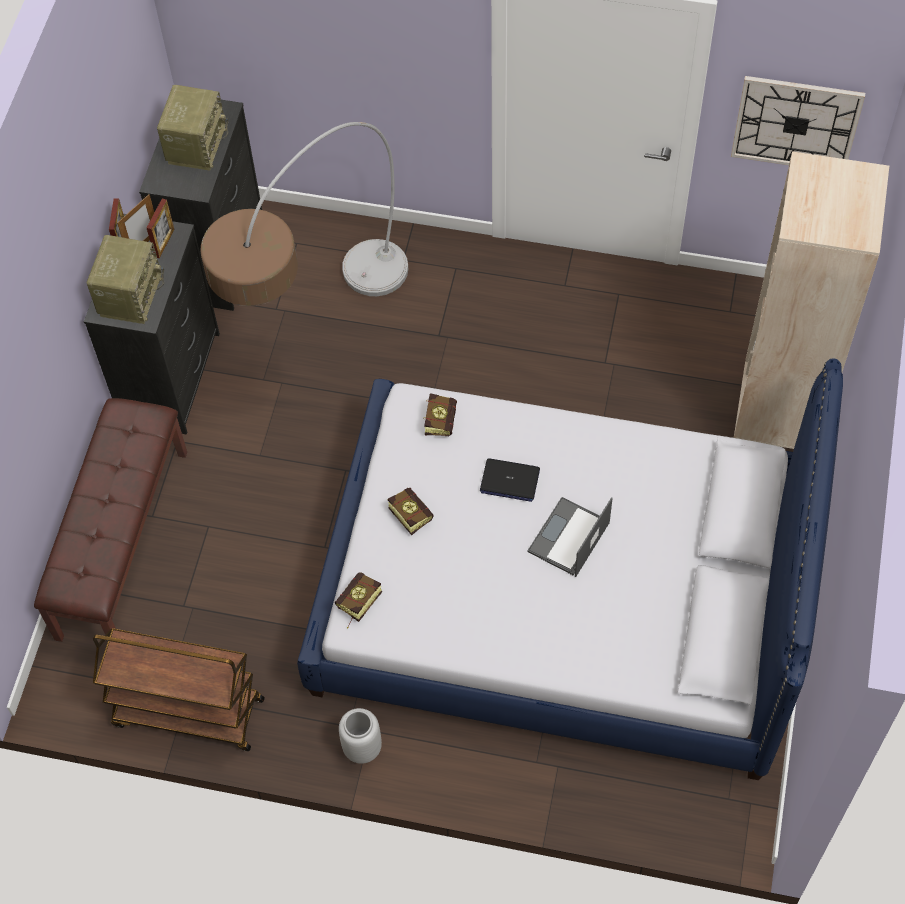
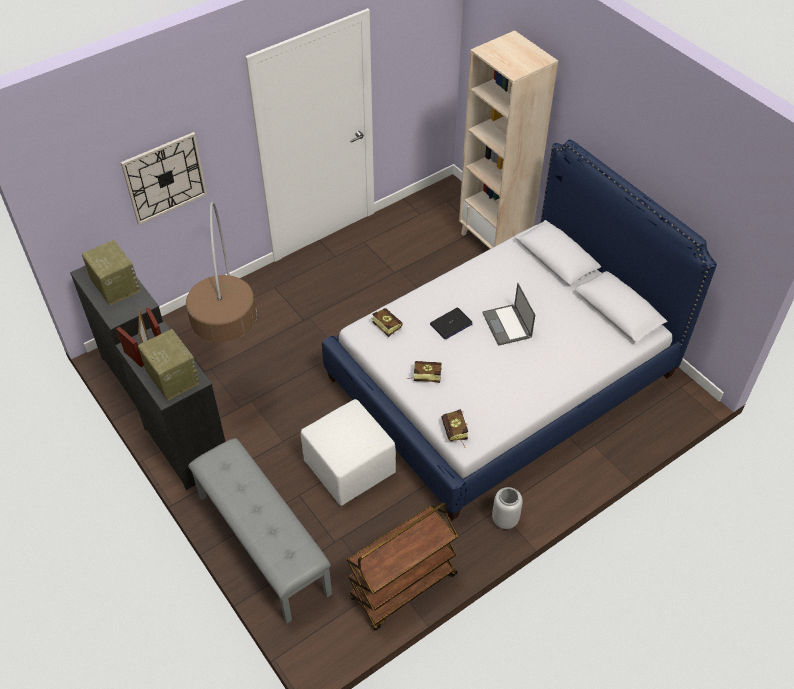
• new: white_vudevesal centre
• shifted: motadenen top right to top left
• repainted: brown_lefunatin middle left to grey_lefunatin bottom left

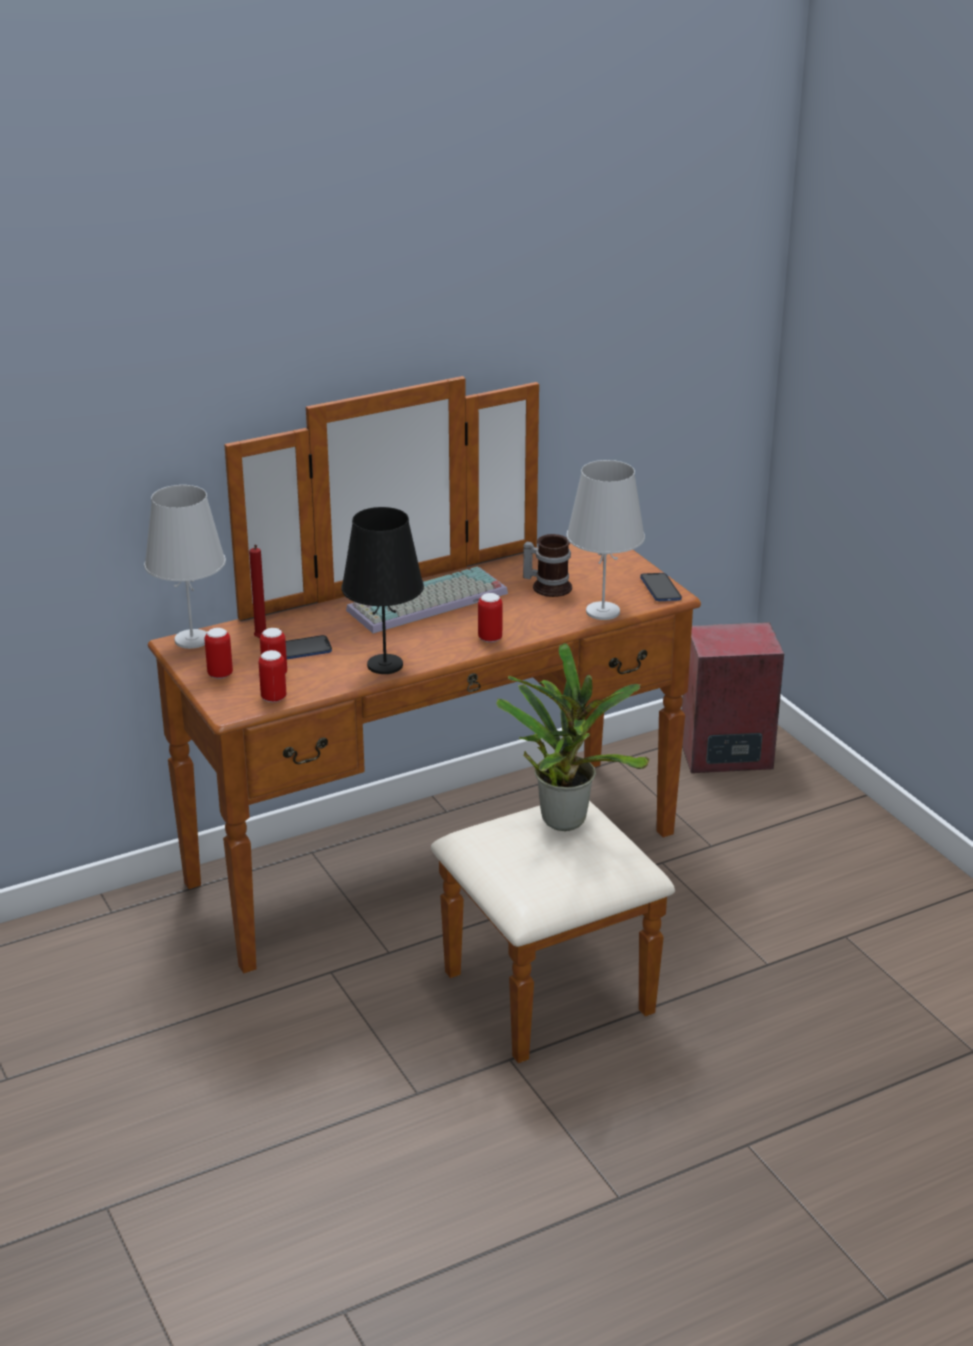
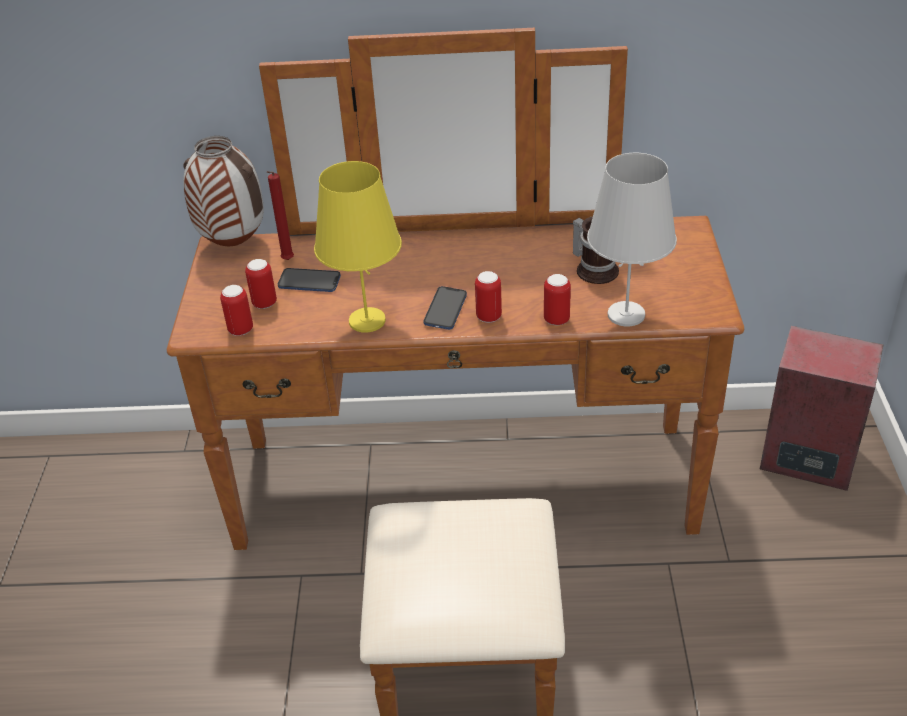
• gone: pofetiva centre
• gone: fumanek centre
• shifted: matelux (no. 1 from left in the first image) middle left to matelux (no. 4 from left) centre
• shifted: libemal (no. 2 from left) middle right to centre
• swapped: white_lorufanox (no. 1 from left) middle left to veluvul top left
• repainted: black_lorufanox centre to yellow_lorufanox centre

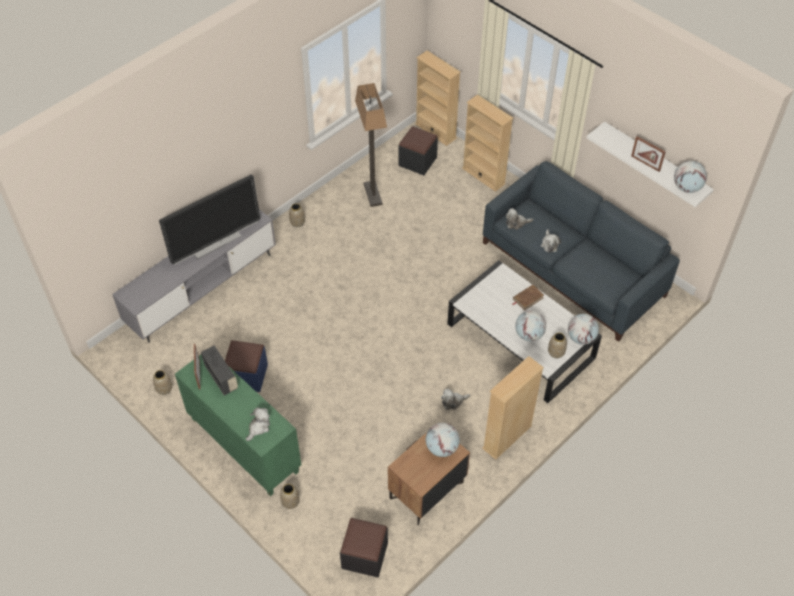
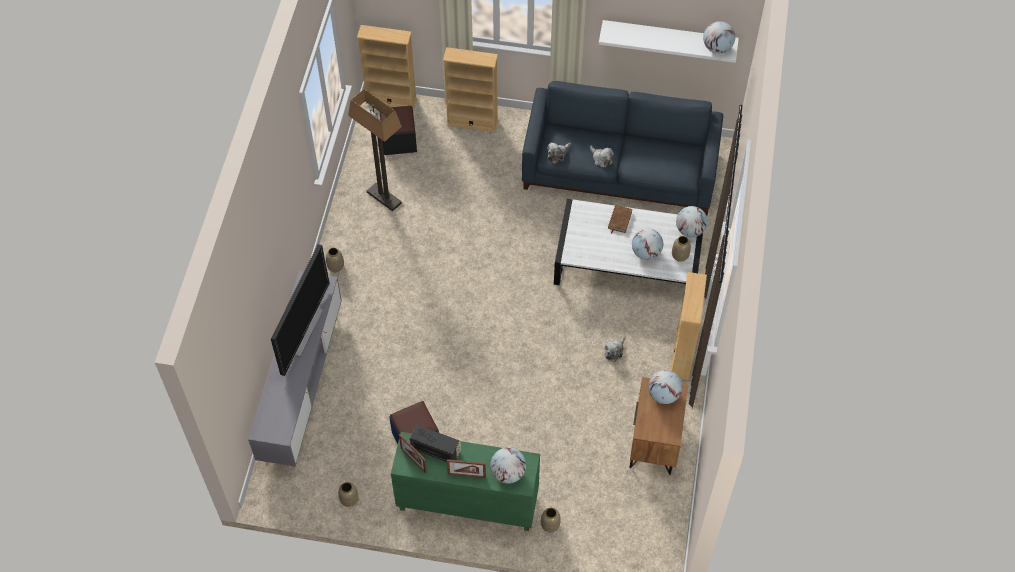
• gone: black_vudevesal (no. 1 from left) bottom centre
• shifted: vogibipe (no. 2 from left) top right to bottom centre
• swapped: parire (no. 1 from left) bottom left to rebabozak (no. 1 from left) bottom centre

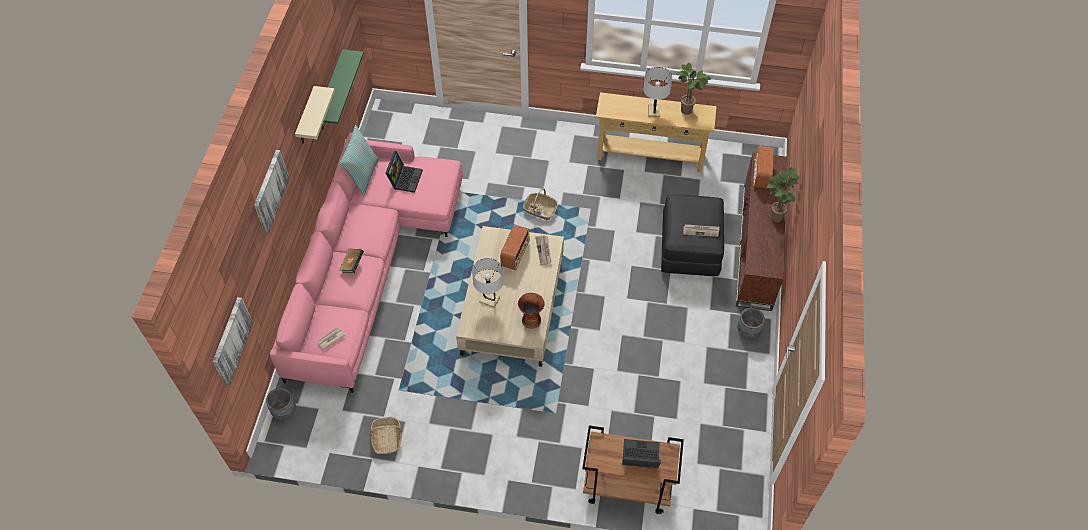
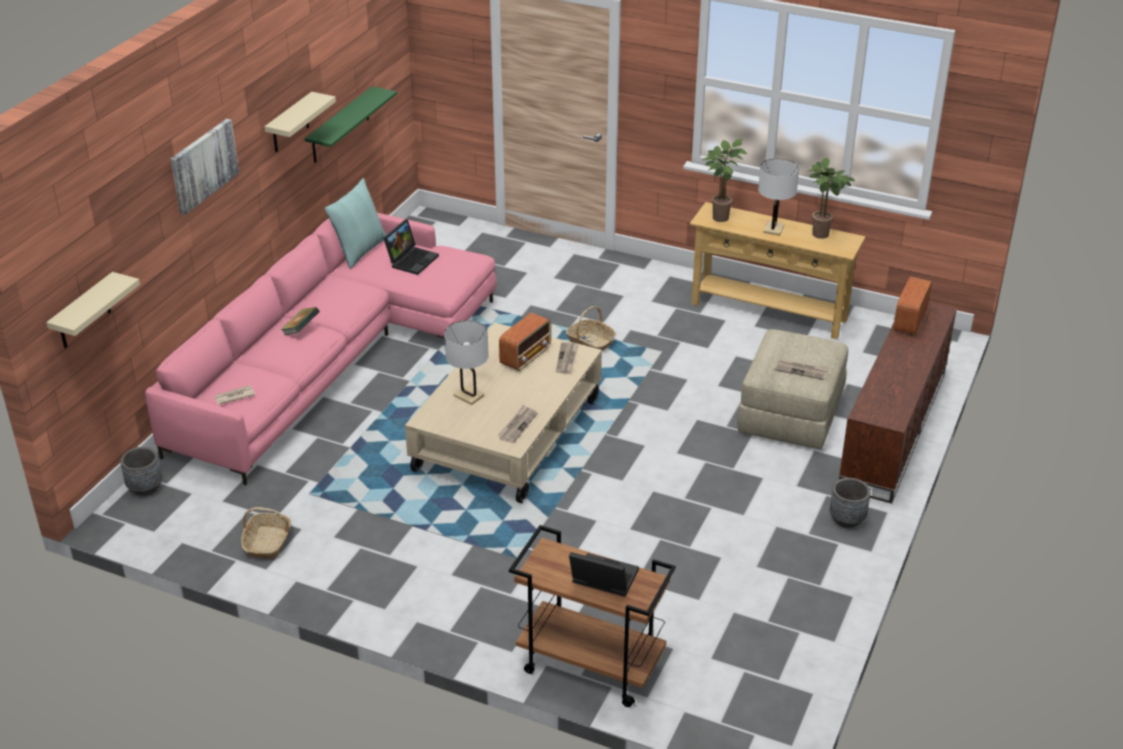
• shifted: fumanek (no. 2 from left in the first image) middle right to fumanek (no. 1 from left) top centre
• swapped: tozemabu (no. 1 from left) middle left to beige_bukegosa (no. 1 from left) middle left
• swapped: veluvul centre to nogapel (no. 2 from left) centre
• repainted: black_vudevesal centre to beige_vudevesal middle right

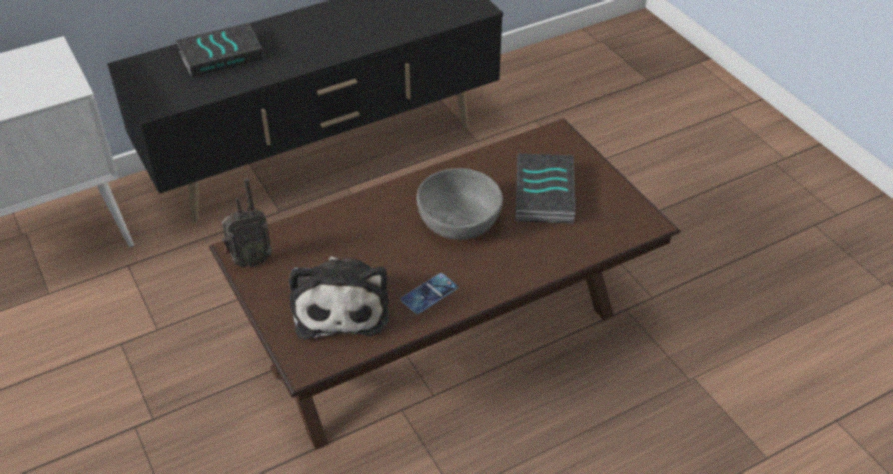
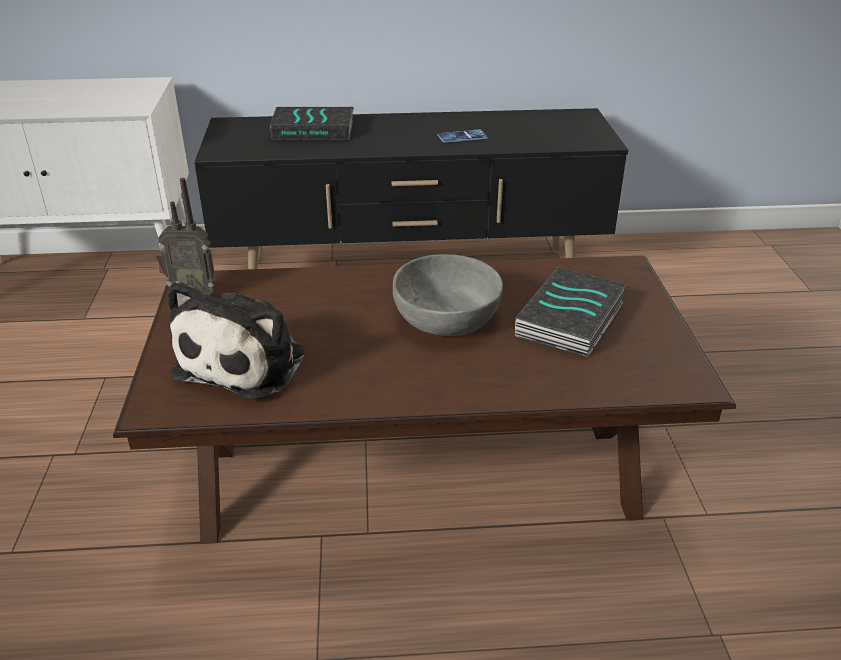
• shifted: libemal centre to top centre

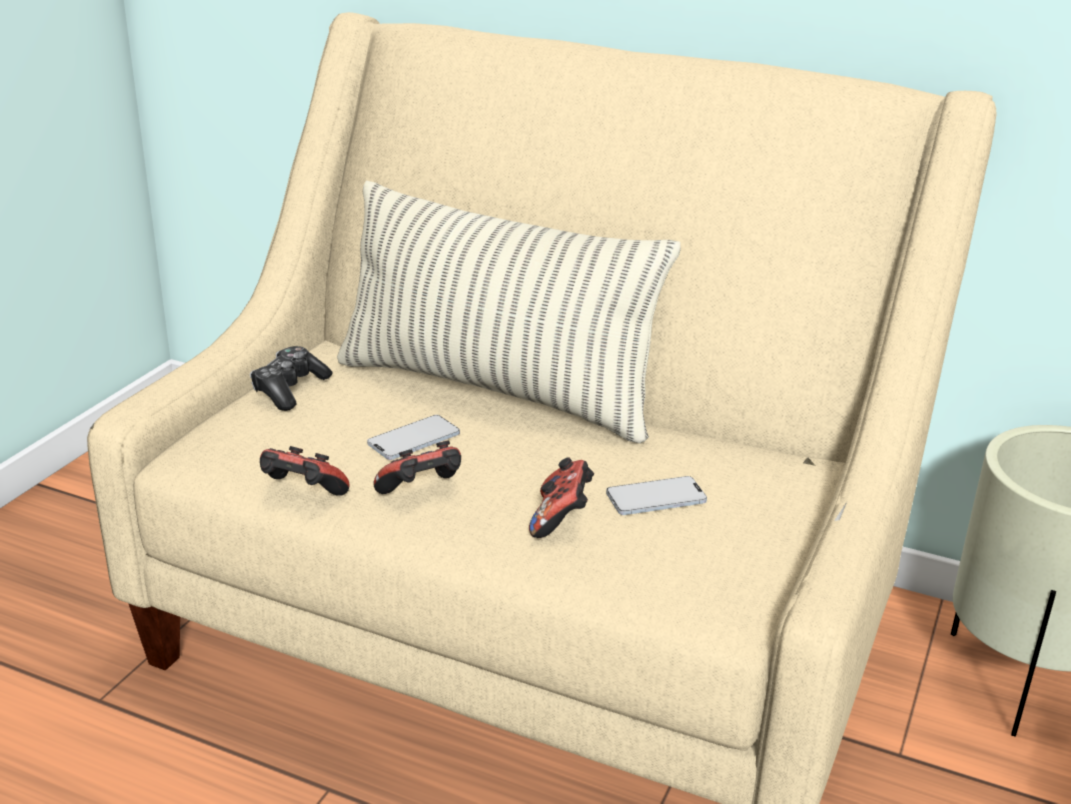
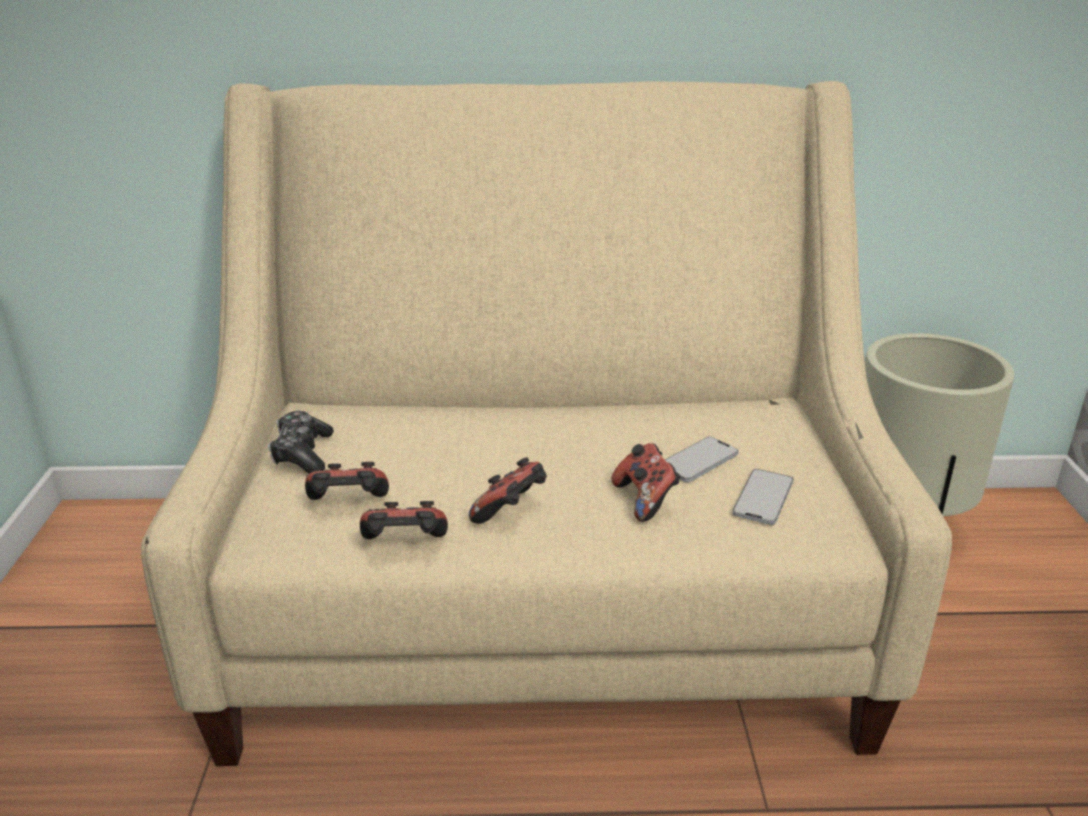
• gone: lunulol centre
• new: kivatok (no. 2 from left) middle left
• shifted: libemal (no. 1 from left in the first image) centre to libemal (no. 2 from left) middle right

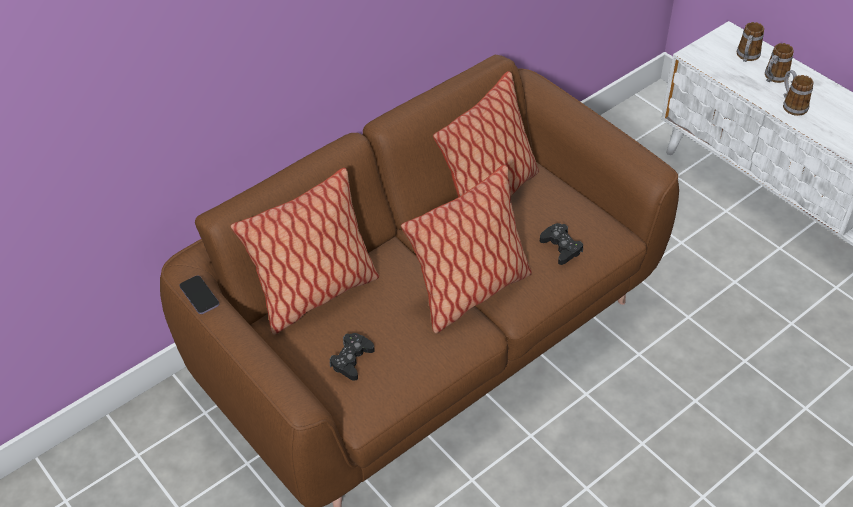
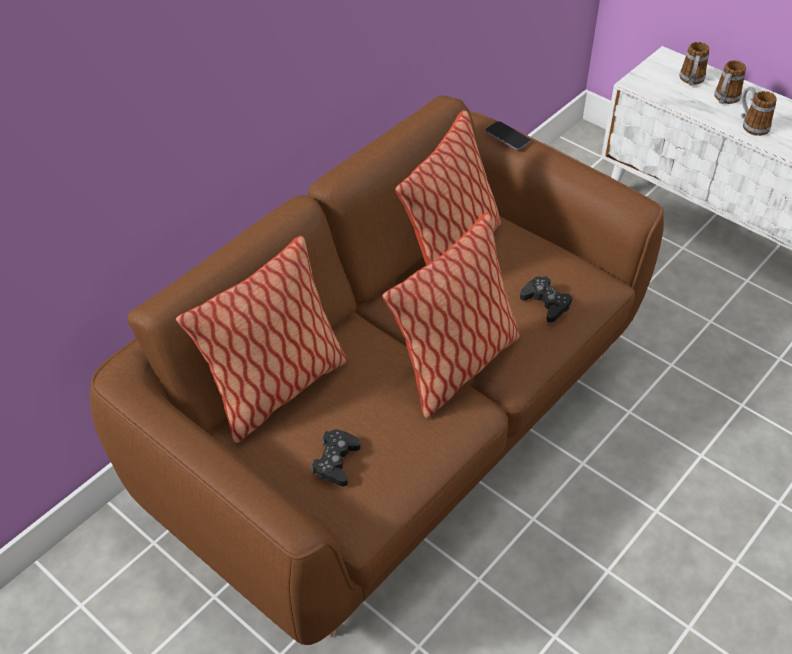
• shifted: libemal middle left to top centre

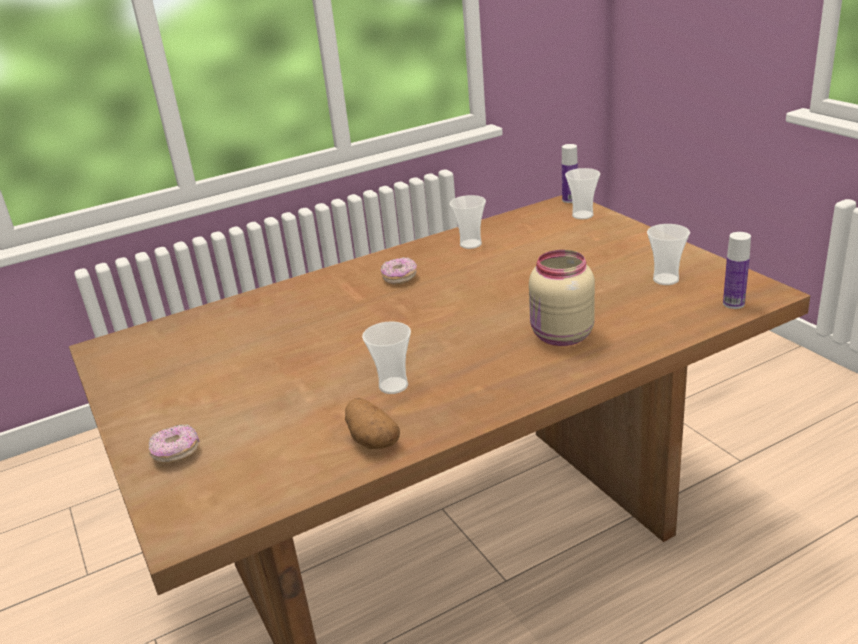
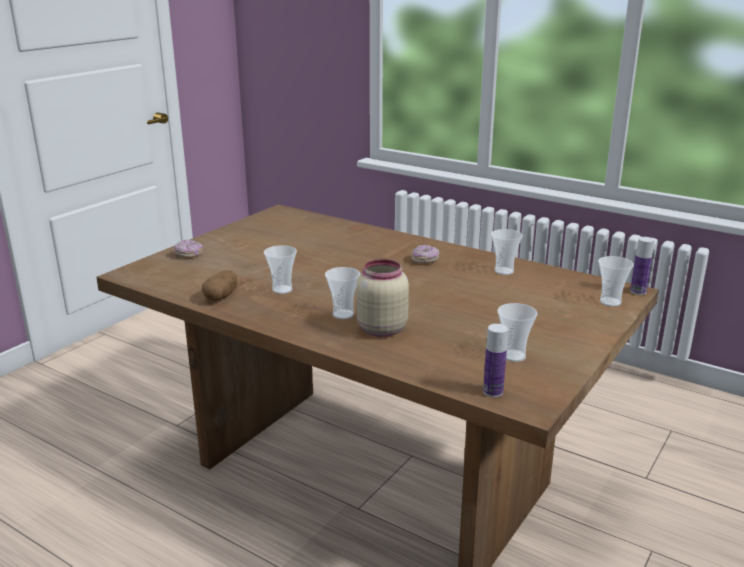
• new: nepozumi (no. 2 from left) centre

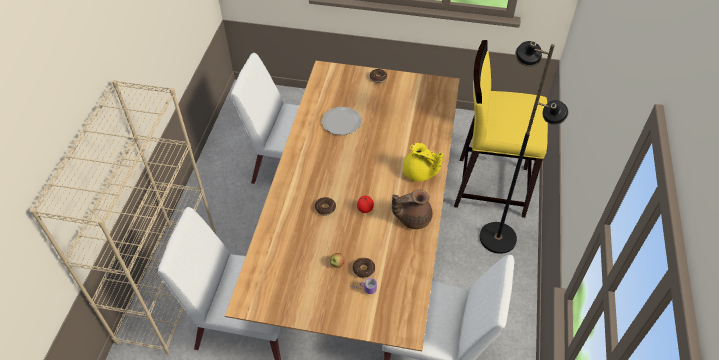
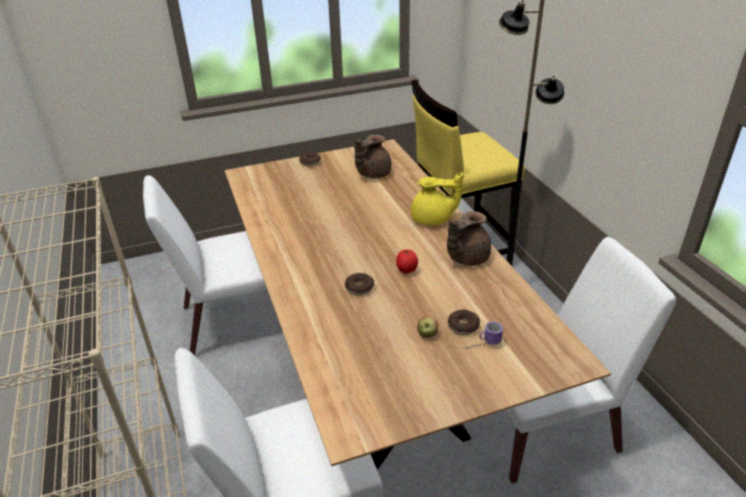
• gone: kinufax centre
• new: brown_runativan (no. 1 from left) top centre

